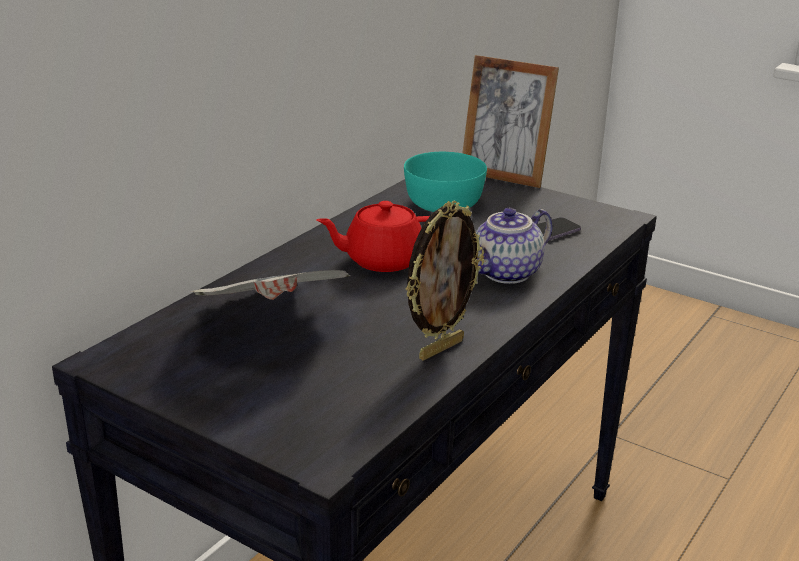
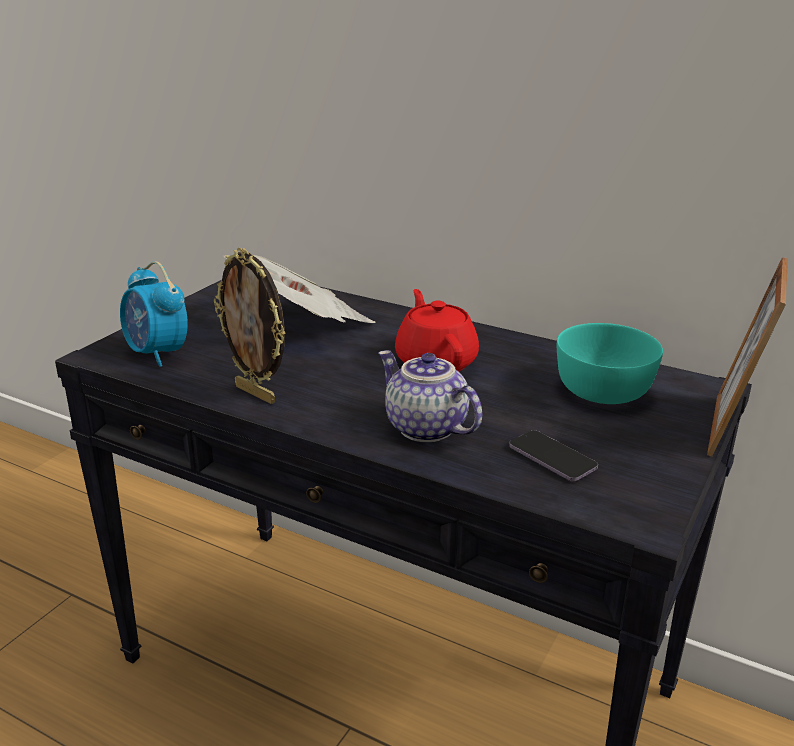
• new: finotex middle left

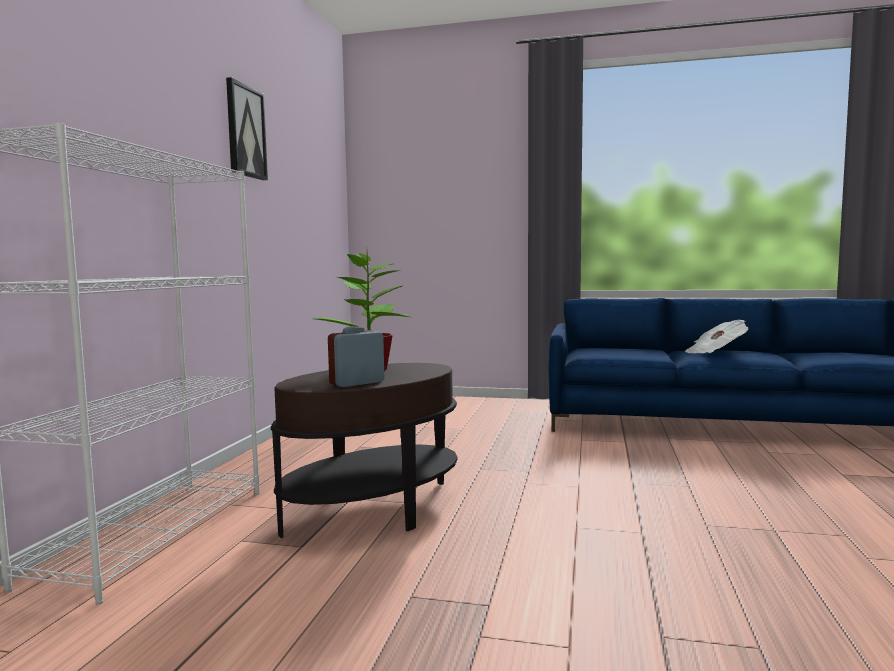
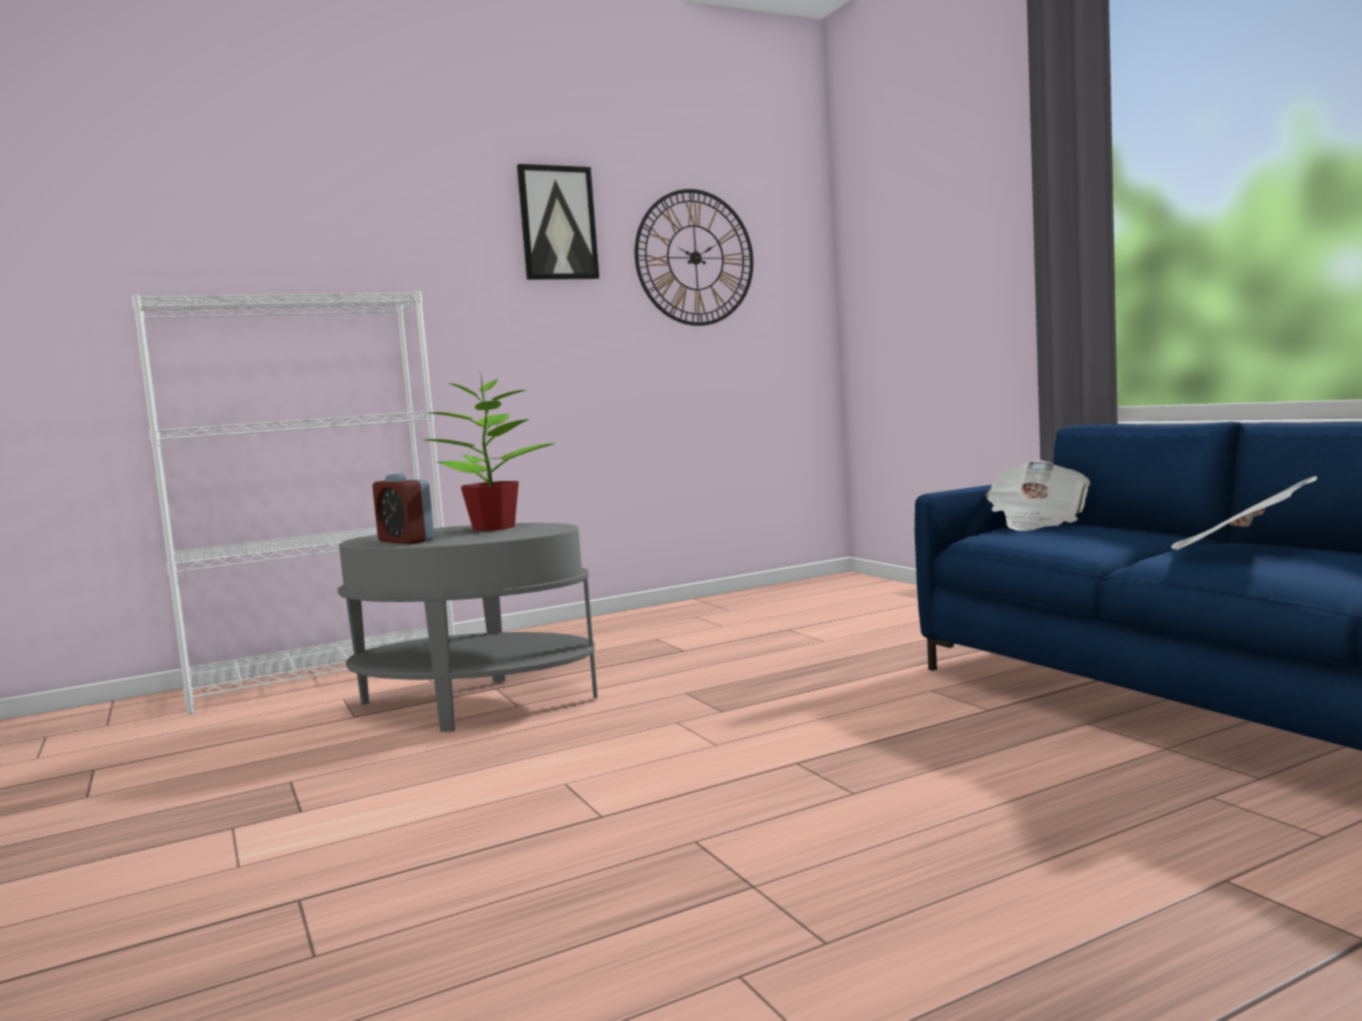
• new: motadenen top centre
• new: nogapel (no. 1 from left) middle right
• repainted: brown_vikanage bottom centre to grey_vikanage centre
• rotated: finotex centre = middle left 150 degrees counterclockwise

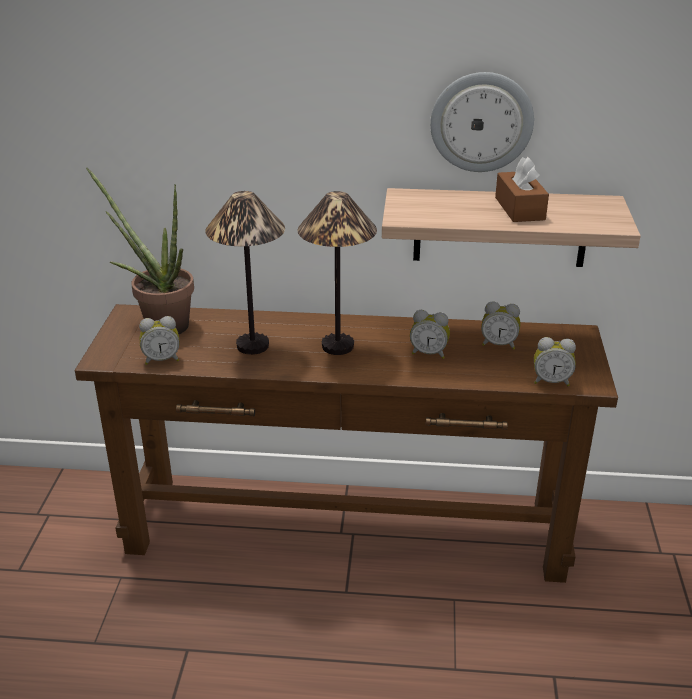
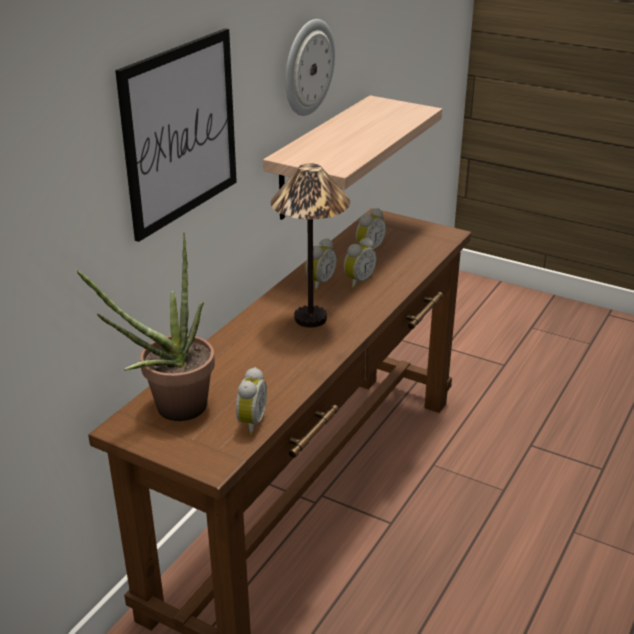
• gone: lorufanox (no. 1 from left) centre
• gone: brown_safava top right
• new: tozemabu top left
• shifted: finotex (no. 4 from left in the first image) middle right to finotex (no. 2 from left) centre

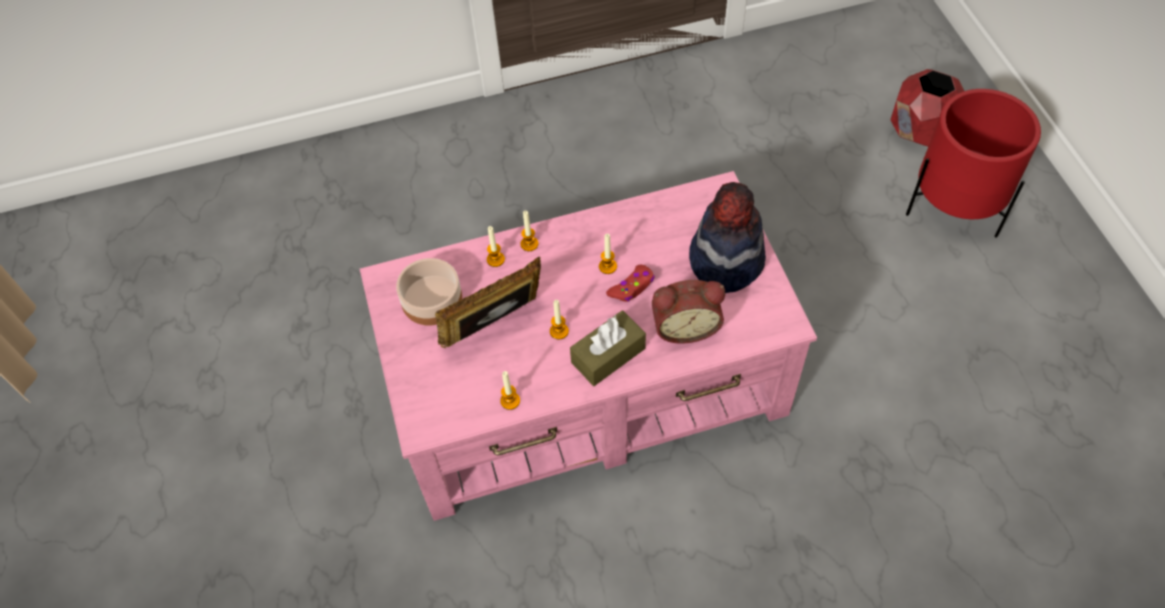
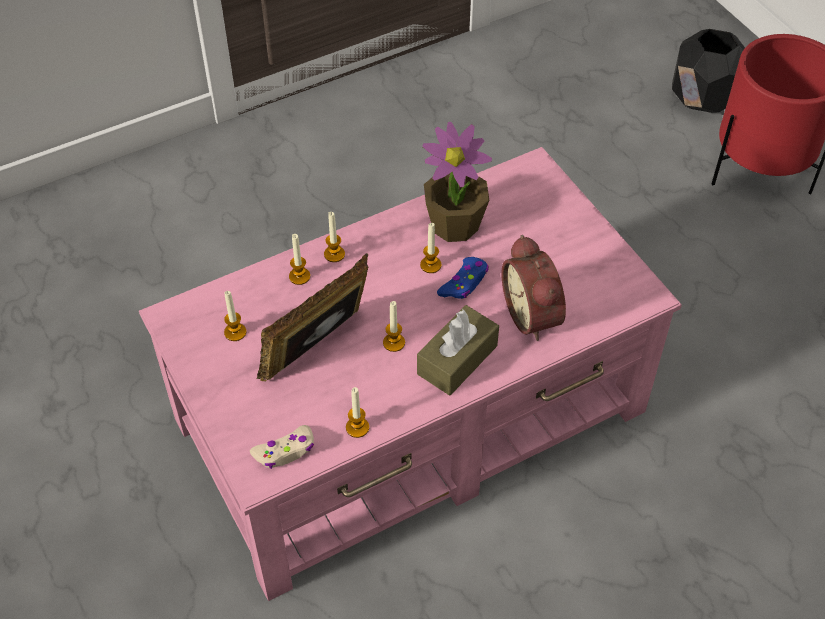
• gone: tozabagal centre
• new: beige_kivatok bottom centre
• new: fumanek top centre
• swapped: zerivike centre to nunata (no. 1 from left) middle left
• repainted: red_kivatok centre to blue_kivatok centre
• repainted: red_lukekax (no. 1 from left) top right to black_lukekax top right
• rotated: finotex centre = centre 90 degrees clockwise

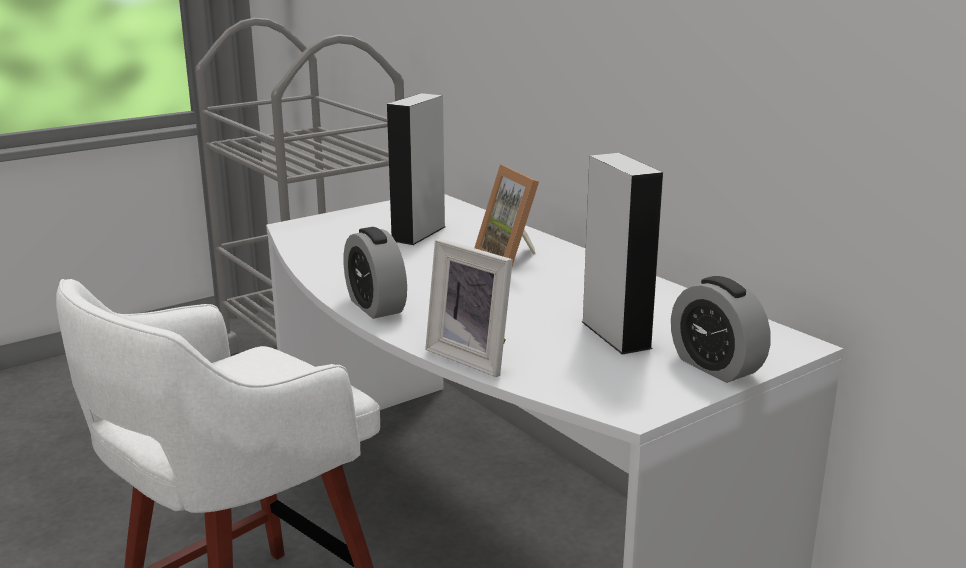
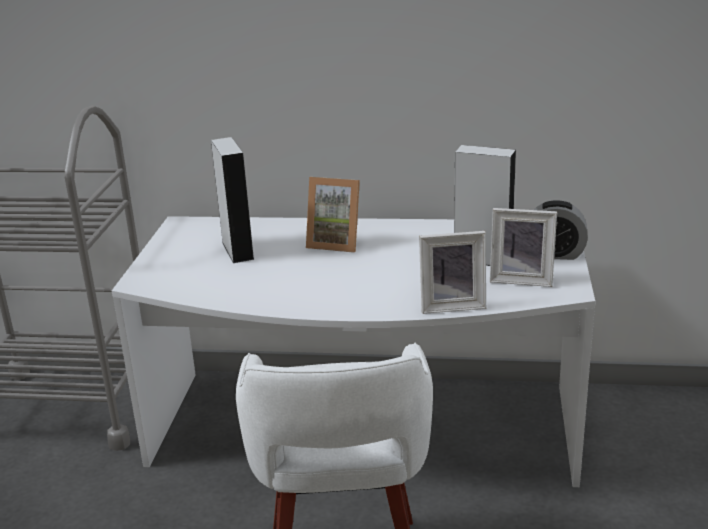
• gone: finotex (no. 1 from left) centre
• new: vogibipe (no. 3 from left) middle right

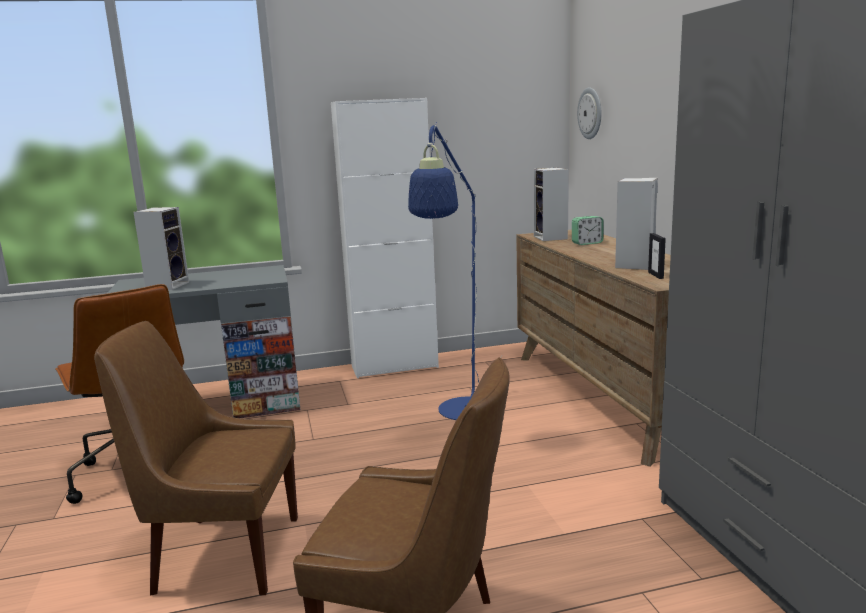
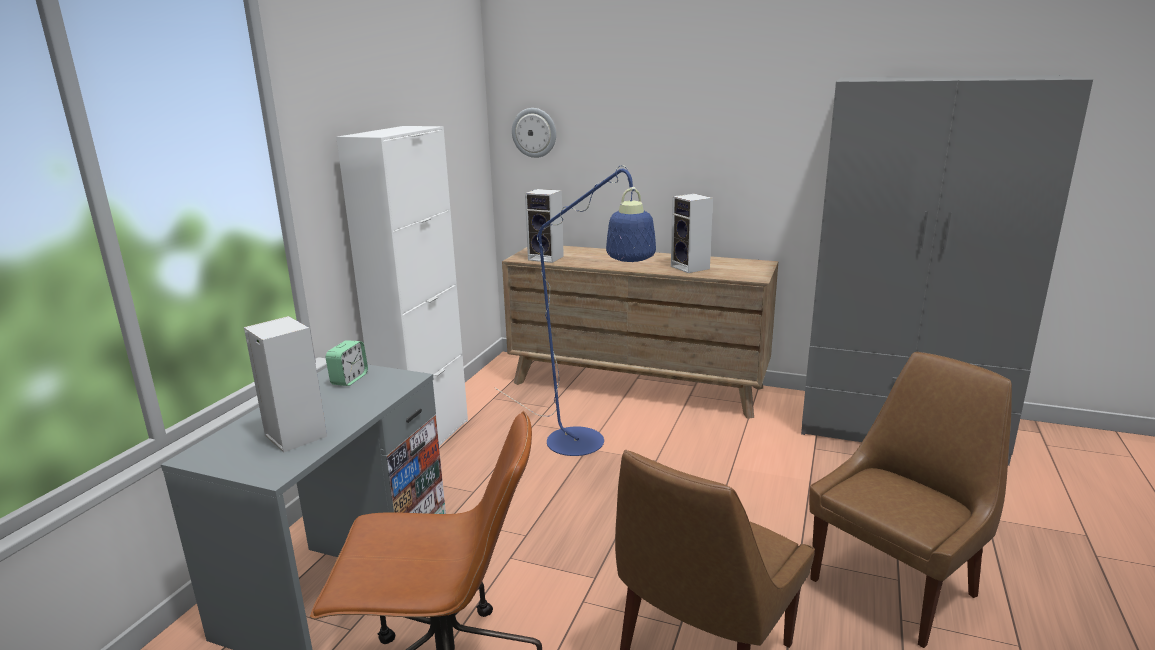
• gone: vogibipe middle right
• shifted: finotex middle right to middle left

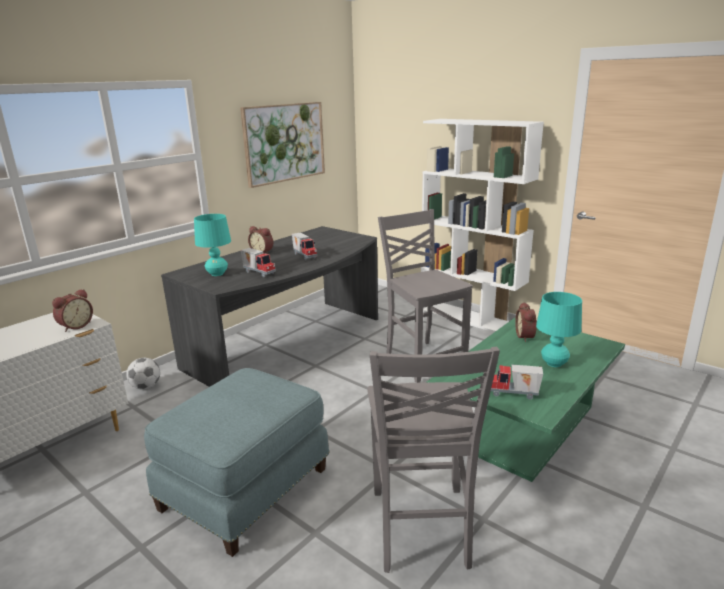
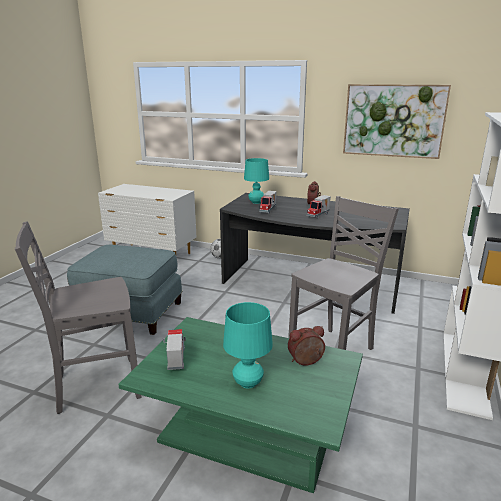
• gone: finotex (no. 1 from left) middle left

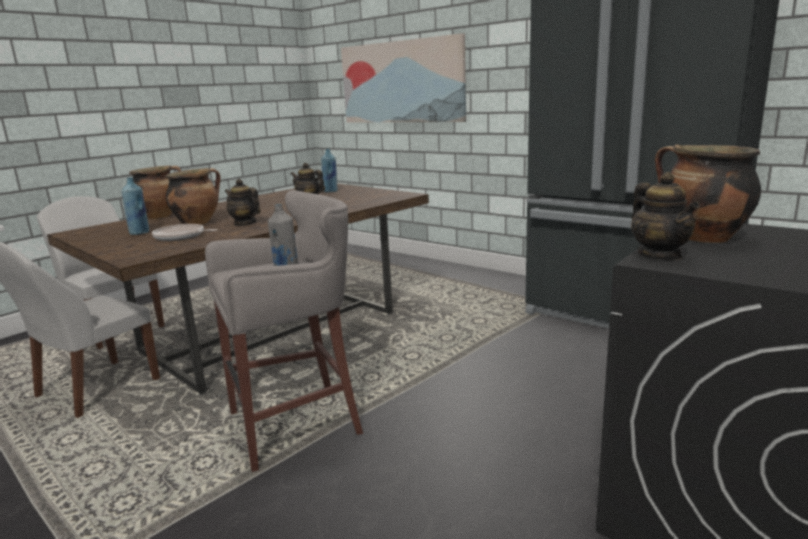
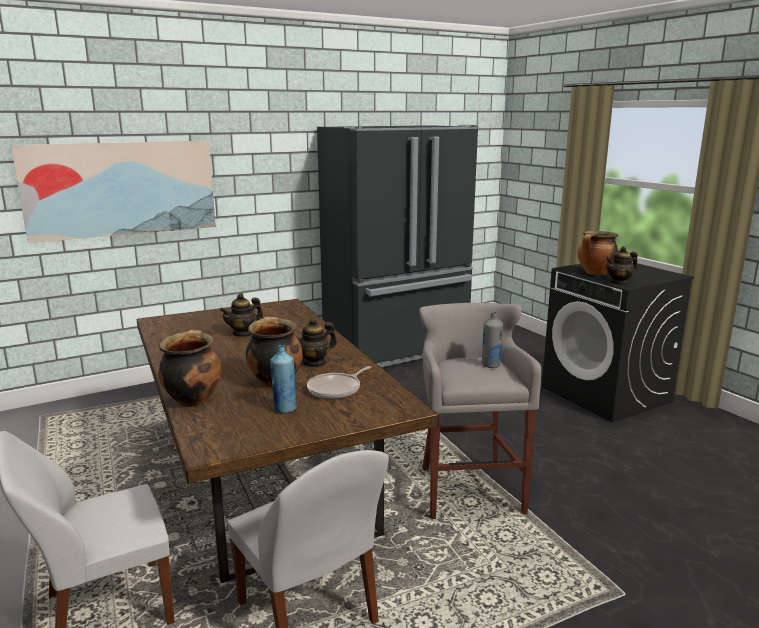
• gone: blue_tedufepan (no. 2 from left) top centre
• rotated: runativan (no. 3 from left) middle right = middle right 150 degrees clockwise

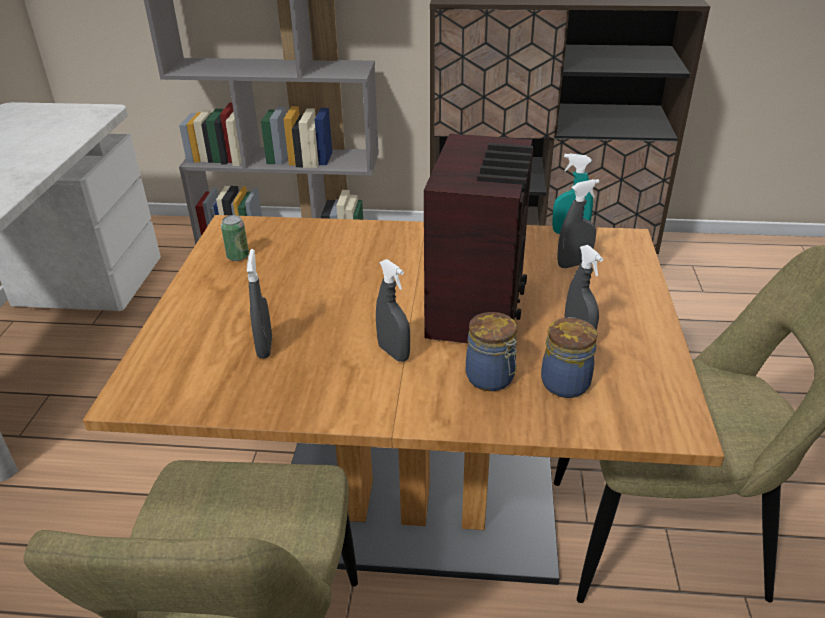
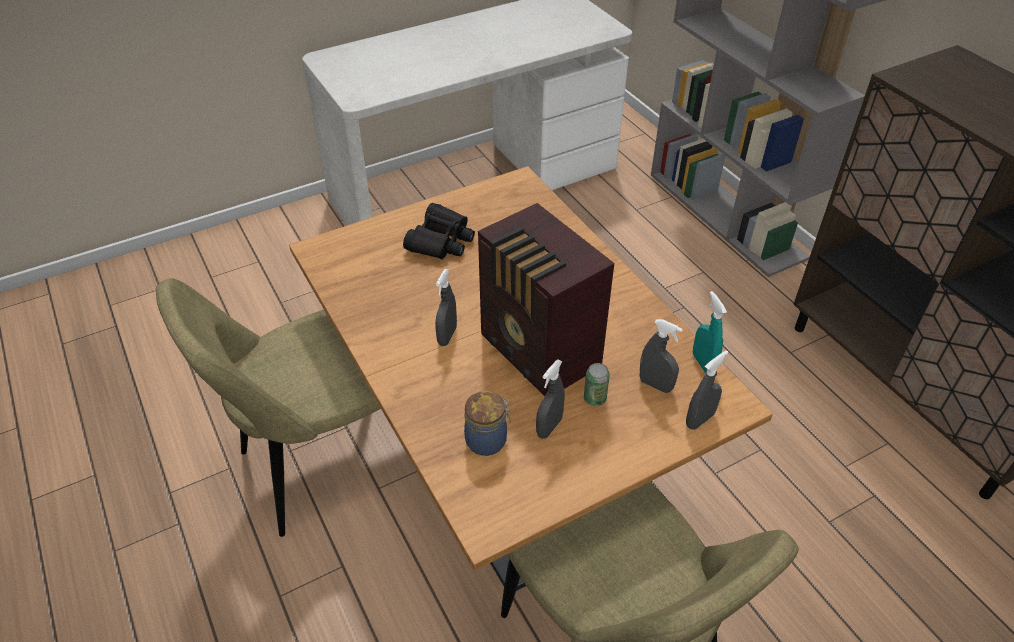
• gone: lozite (no. 1 from left) centre
• new: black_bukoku centre
• shifted: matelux middle left to centre
• shifted: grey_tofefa (no. 1 from left in the first image) middle left to grey_tofefa (no. 4 from left) middle right
• rotated: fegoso centre = centre 75 degrees clockwise

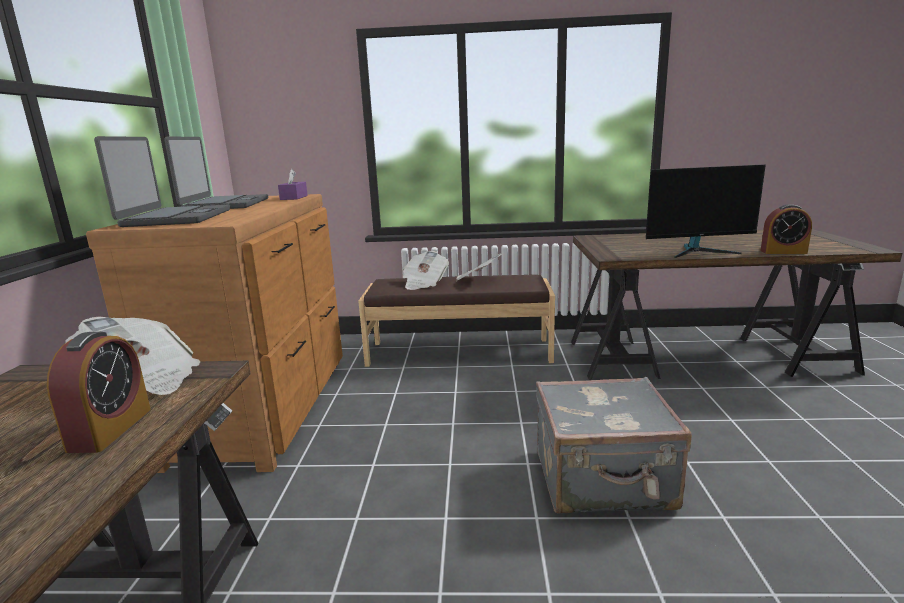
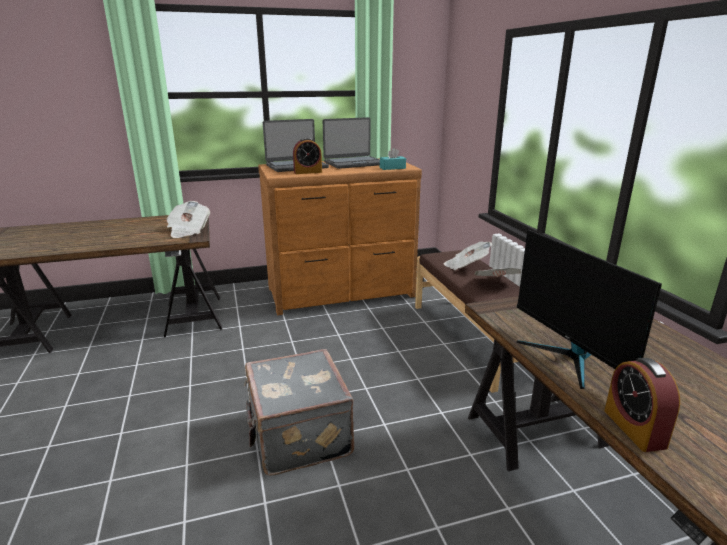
• shifted: finotex (no. 1 from left) middle left to top centre
• repainted: purple_safava top left to turquoise_safava top centre

